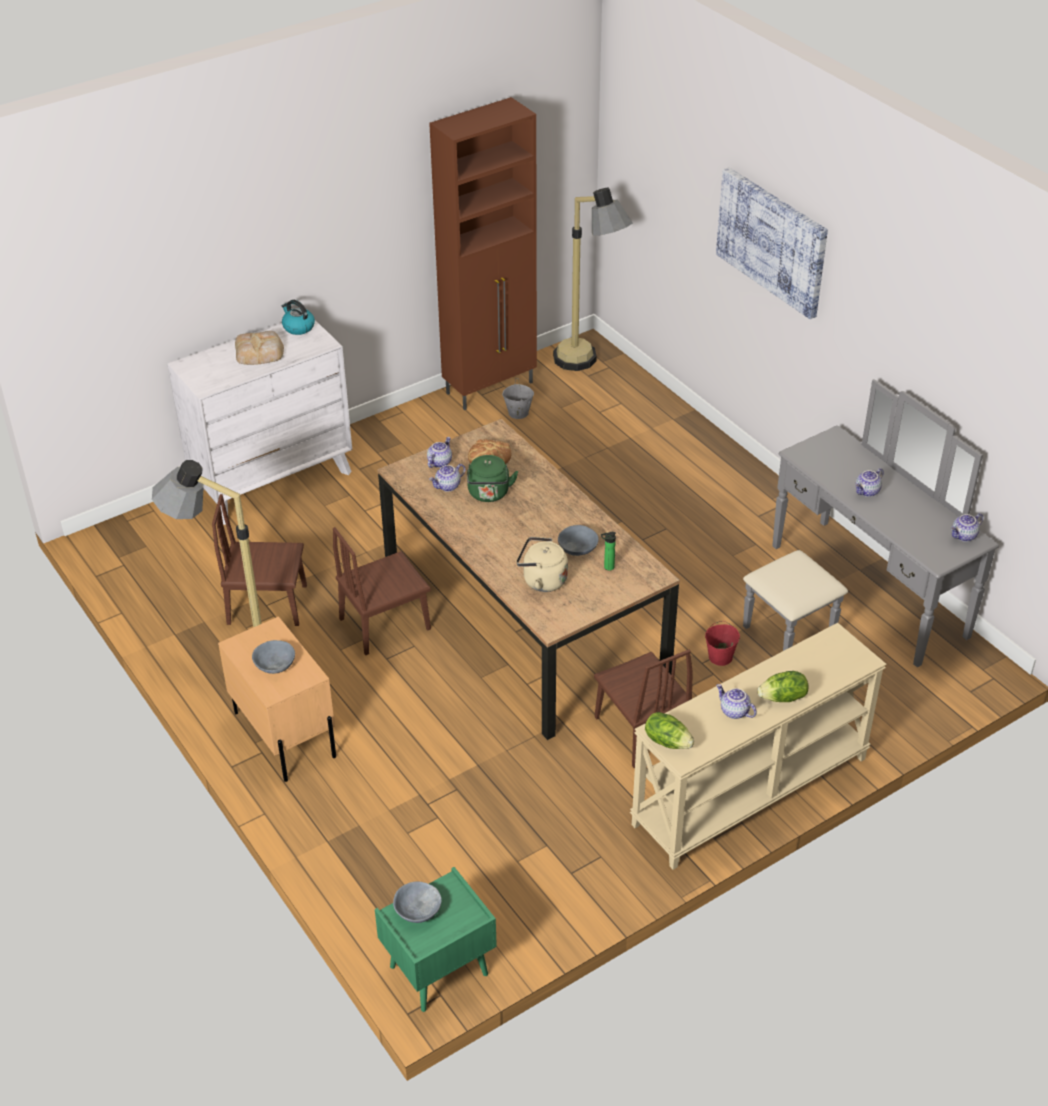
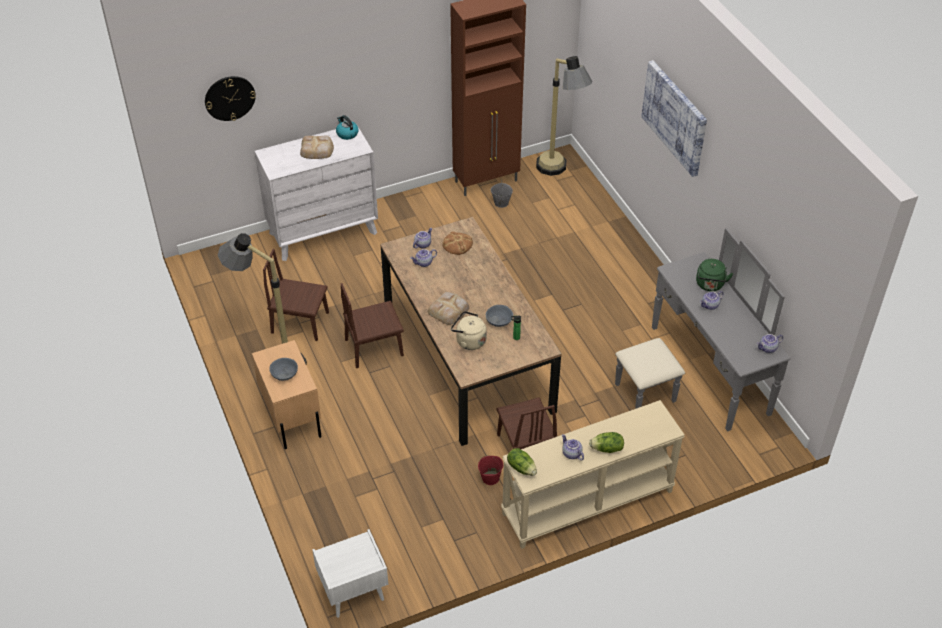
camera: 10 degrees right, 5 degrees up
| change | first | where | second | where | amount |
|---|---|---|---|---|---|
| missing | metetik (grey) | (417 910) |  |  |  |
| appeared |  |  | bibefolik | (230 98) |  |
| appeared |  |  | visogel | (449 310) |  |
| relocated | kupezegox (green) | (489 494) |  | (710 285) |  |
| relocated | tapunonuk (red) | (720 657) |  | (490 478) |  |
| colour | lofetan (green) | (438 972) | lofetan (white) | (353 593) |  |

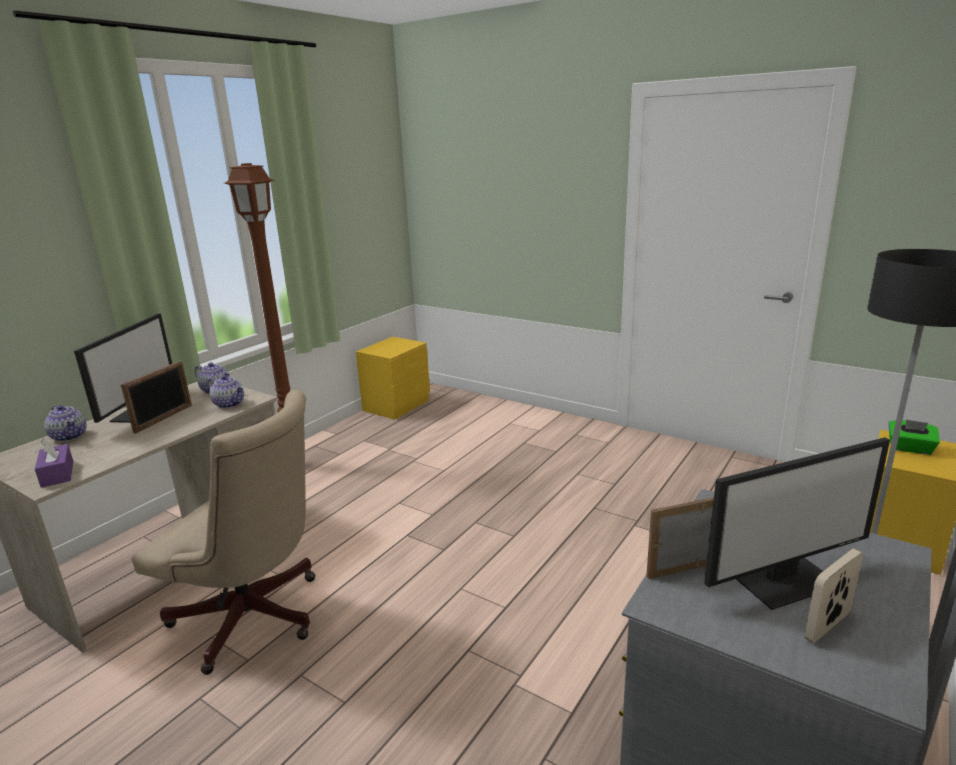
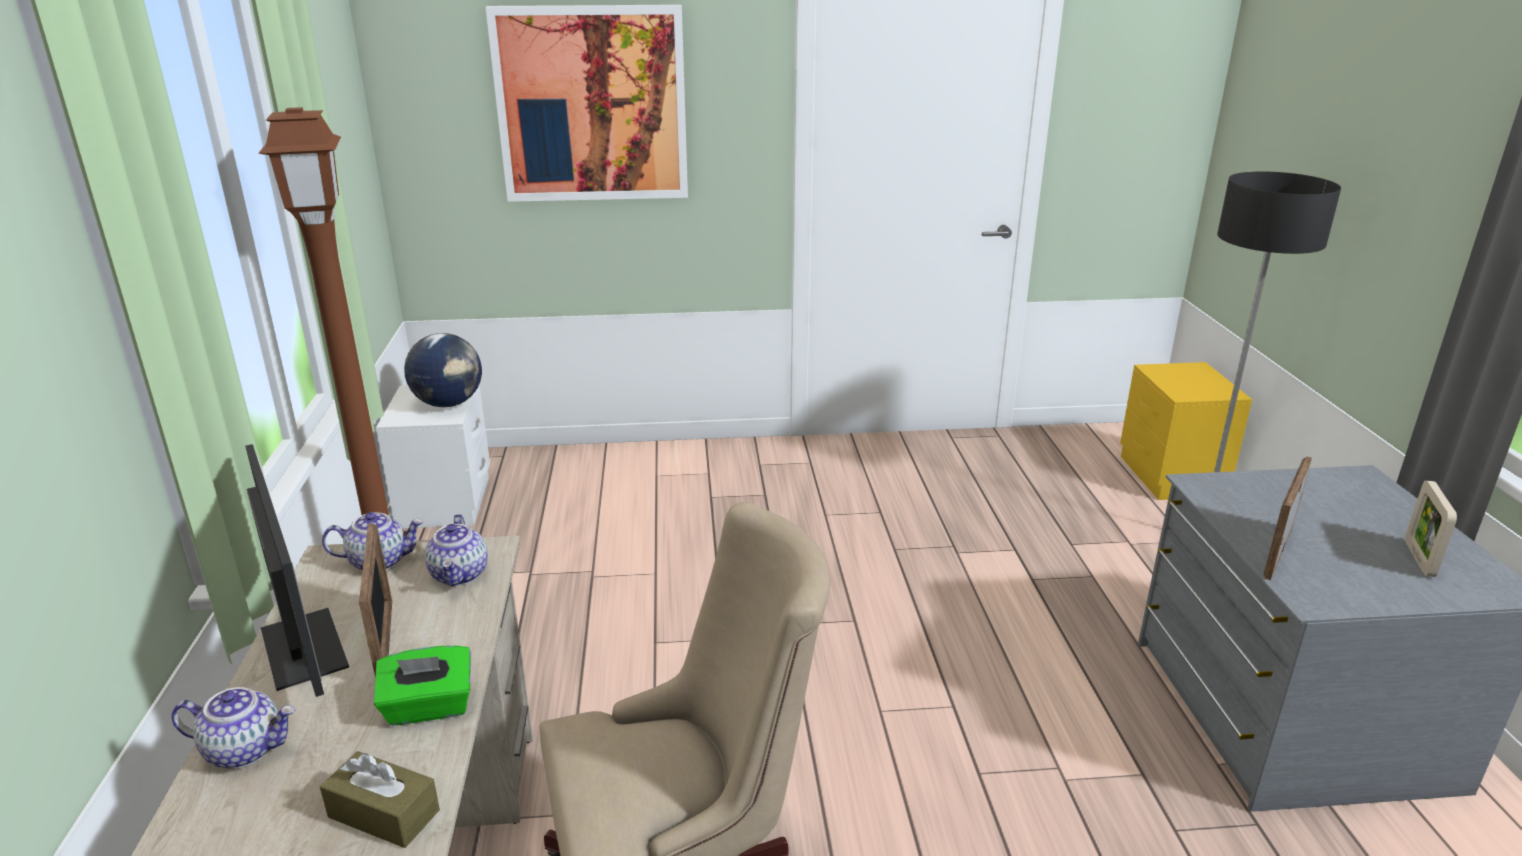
camera: 40 degrees left, 5 degrees up
| change | first | where | second | where | amount |
|---|---|---|---|---|---|
| missing | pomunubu | (785 579) |  |  |  |
| appeared |  |  | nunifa | (449 404) |  |
| appeared |  |  | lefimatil | (592 105) |  |
| relocated | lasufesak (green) | (910 448) |  | (429 707) |  |
| colour | lasufesak (purple) | (57 474) | lasufesak (brown) | (384 813) |  |
| colour | lofetan (yellow) | (396 406) | lofetan (white) | (445 502) |  |
| spun | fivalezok | (229 404) |  | (460 575) | 90 degrees clockwise |

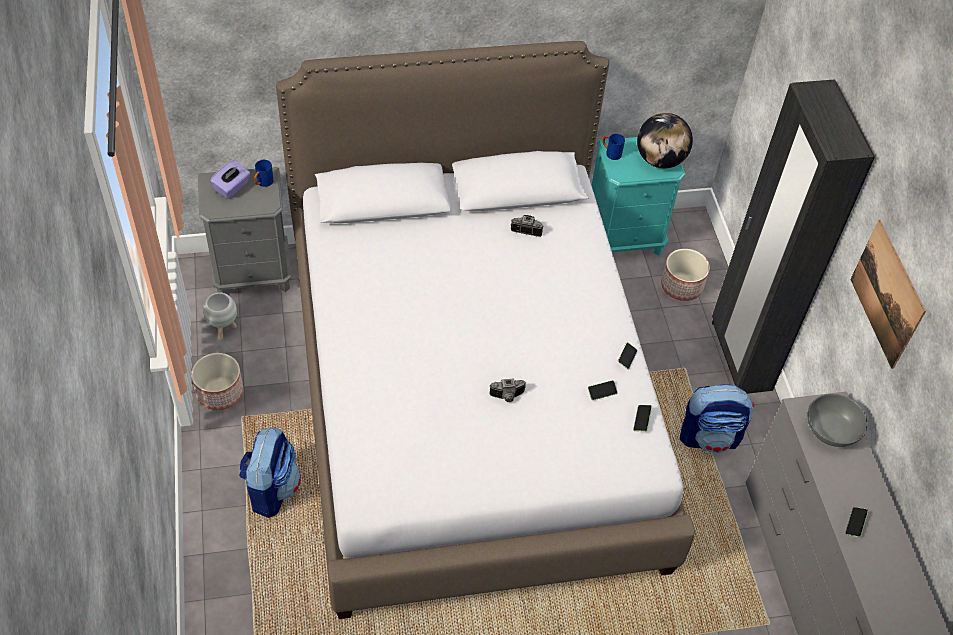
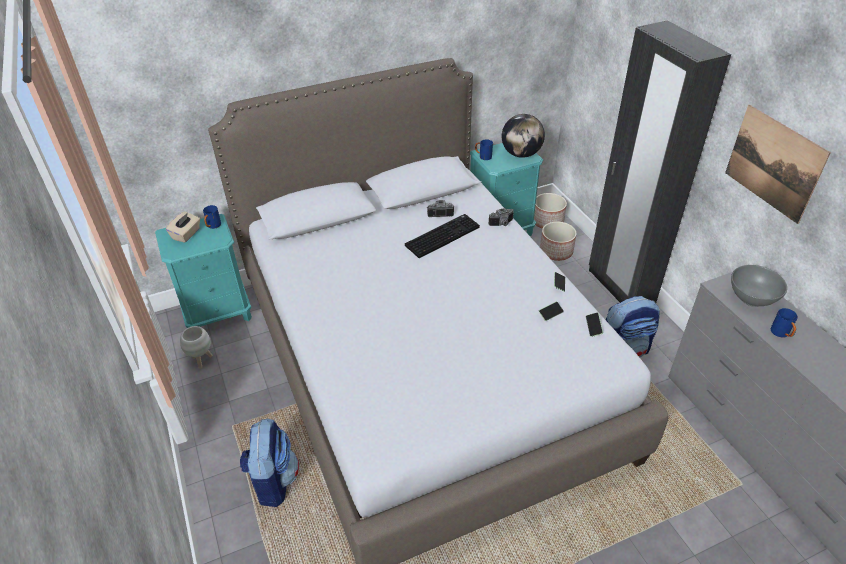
camera: 10 degrees left, 10 degrees down
| change | first | where | second | where | amount |
|---|---|---|---|---|---|
| missing | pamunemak | (855 524) |  |  |  |
| appeared |  |  | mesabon | (442 235) |  |
| appeared |  |  | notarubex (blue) | (781 334) |  |
| relocated | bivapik | (220 392) |  | (548 221) |  |
| relocated | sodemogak | (507 397) |  | (502 224) |  |
| colour | lofetan (grey) | (253 274) | lofetan (turquoise) | (218 313) |  |
| colour | lasufesak (purple) | (232 188) | lasufesak (beige) | (186 234) |  |

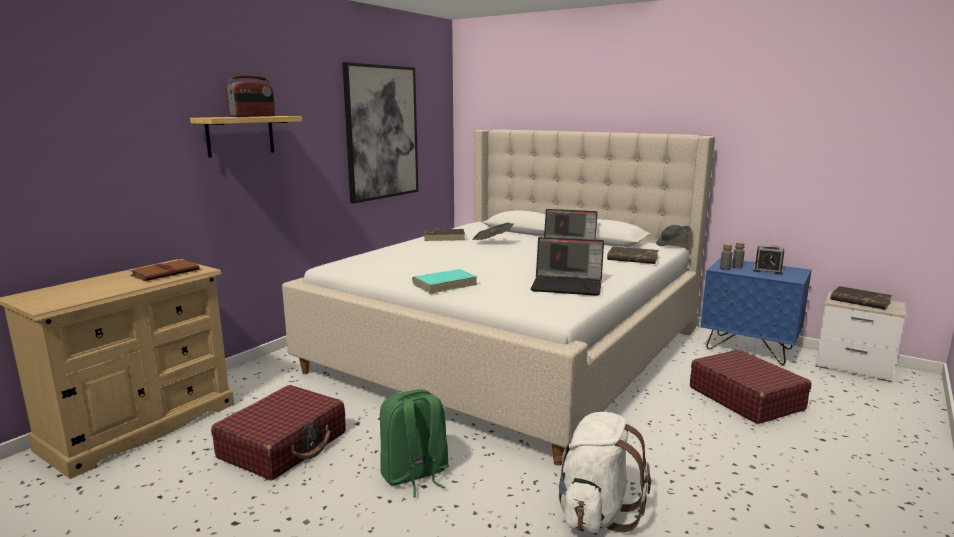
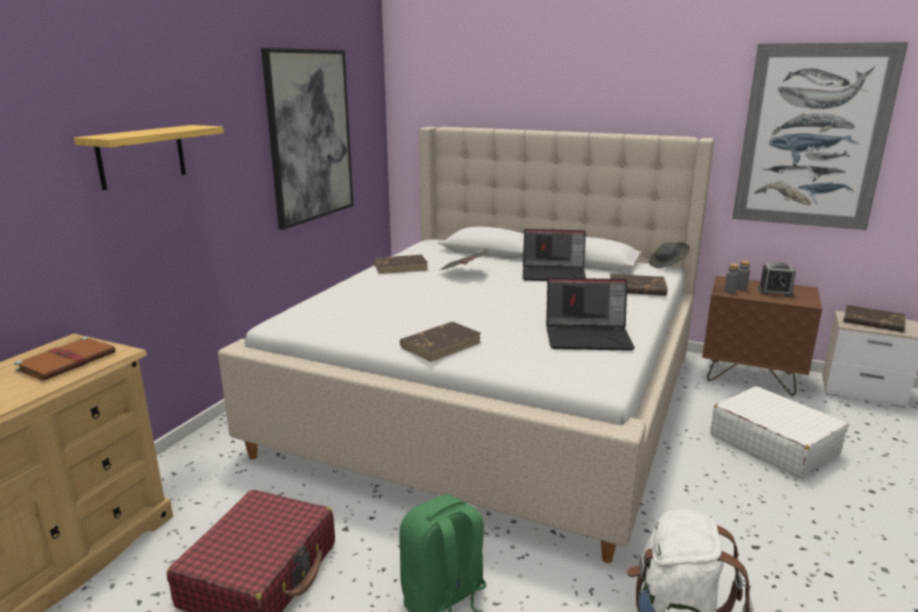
camera: 10 degrees left, 5 degrees up
| change | first | where | second | where | amount |
|---|---|---|---|---|---|
| missing | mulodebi | (253 116) |  |  |  |
| appeared |  |  | lefimatil | (812 137) |  |
| colour | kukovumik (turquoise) | (445 284) | kukovumik (brown) | (441 344) |  |
| colour | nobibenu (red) | (745 398) | nobibenu (white) | (773 444) |  |
| colour | lofetan (blue) | (749 349) | lofetan (brown) | (751 377) |  |

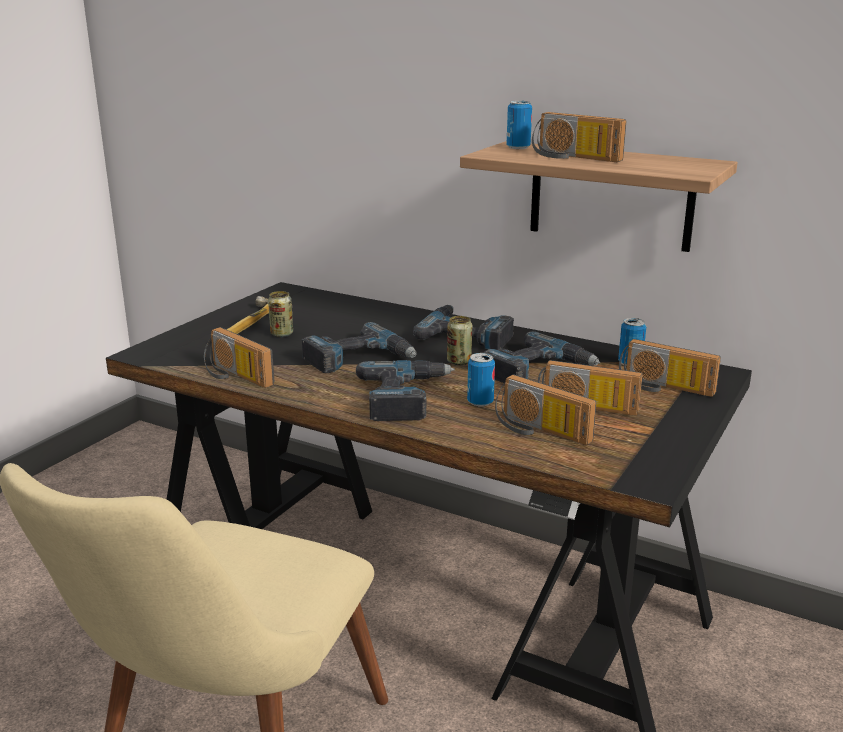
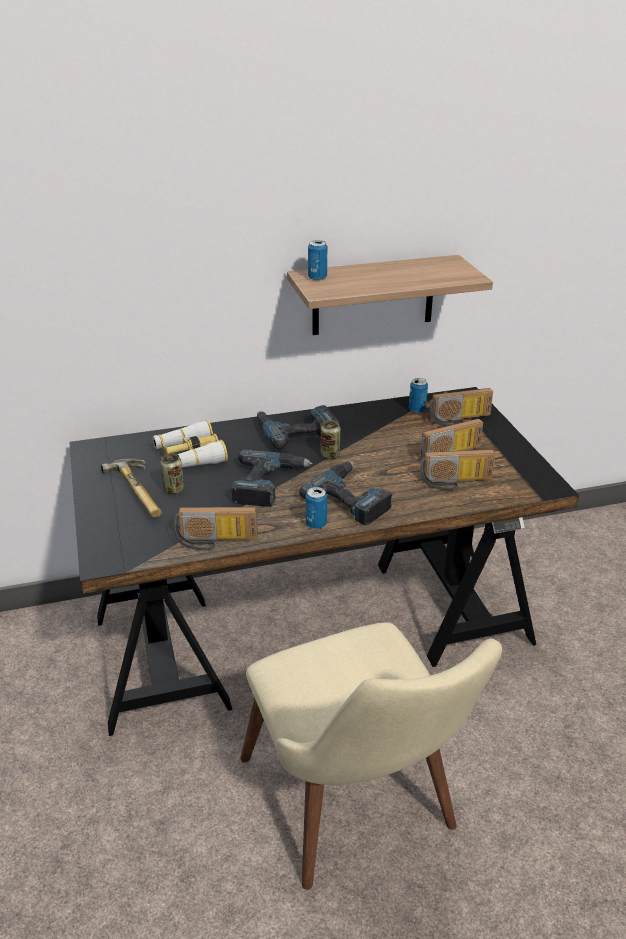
camera: 45 degrees left, 10 degrees up
| change | first | where | second | where | amount |
|---|---|---|---|---|---|
| missing | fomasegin | (537 370) |  |  |  |
| missing | mulodebi | (573 157) |  |  |  |
| appeared |  |  | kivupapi | (190 455) |  |
| relocated | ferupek | (480 402) |  | (316 524) |  |

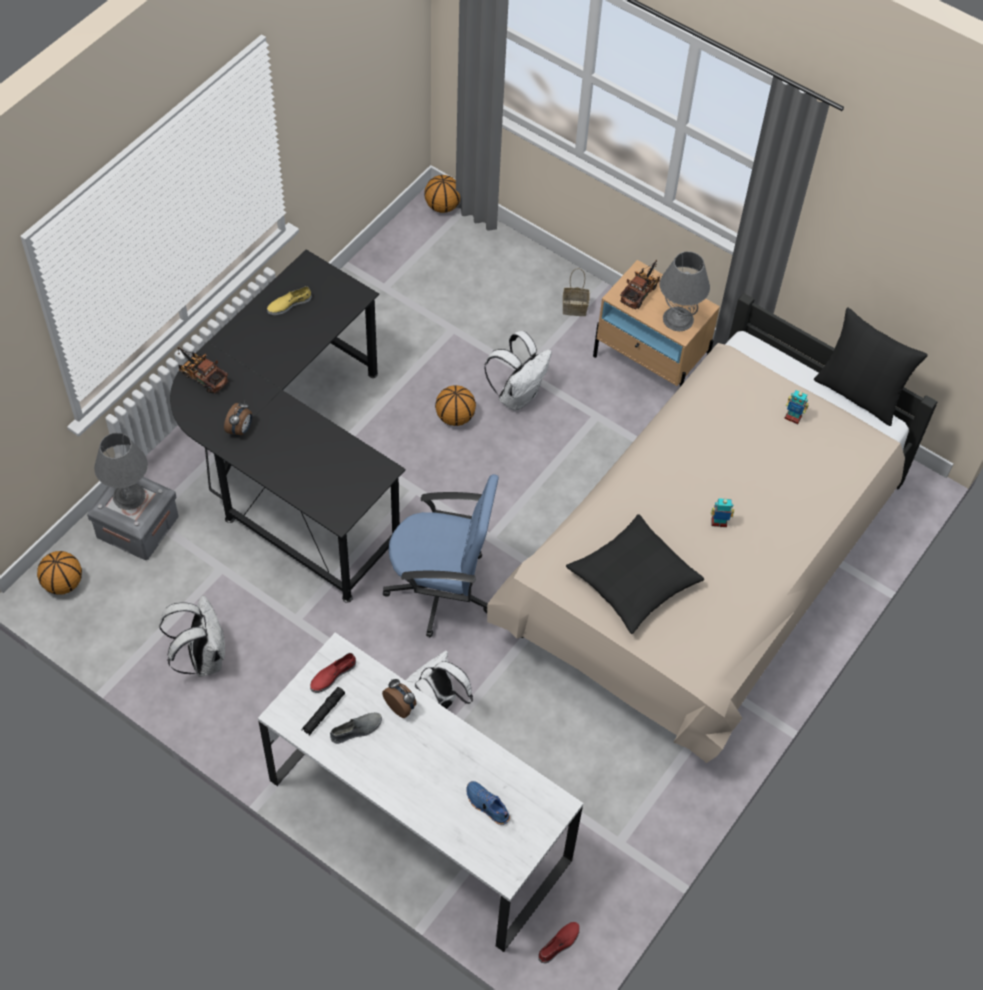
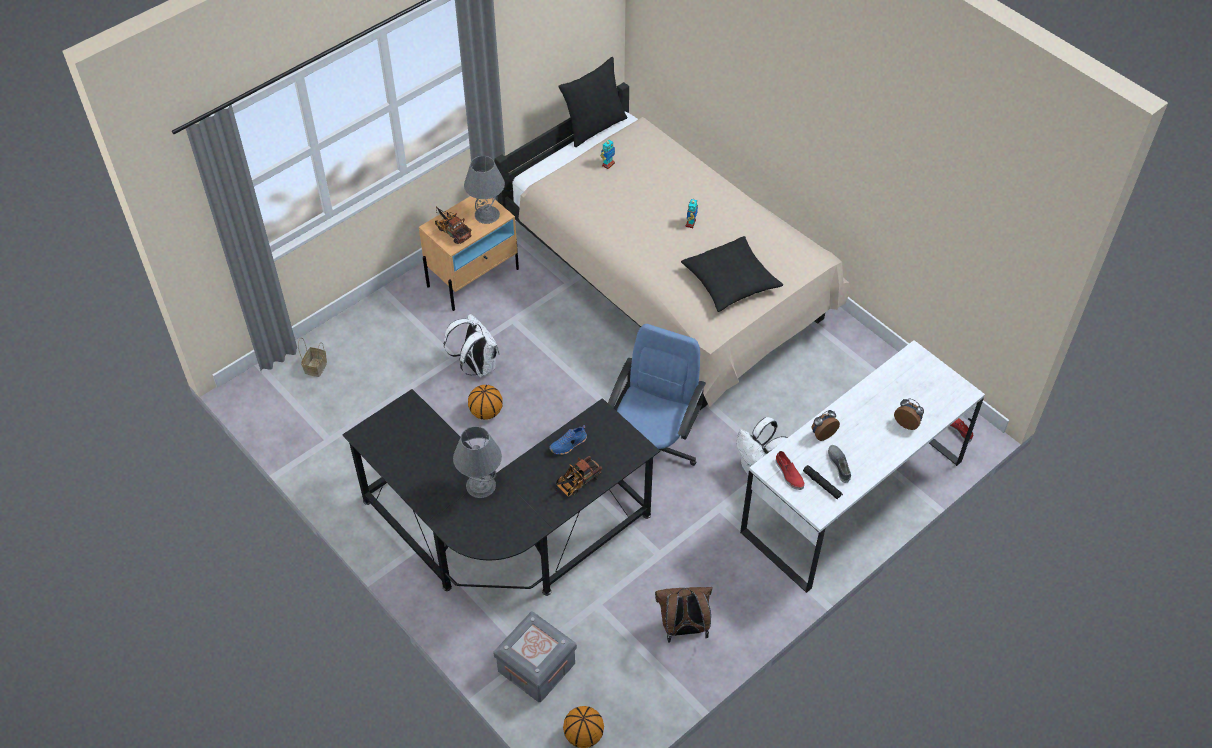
camera: 75 degrees left, 5 degrees down
| change | first | where | second | where | amount |
|---|---|---|---|---|---|
| missing | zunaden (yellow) | (289 304) |  |  |  |
| missing | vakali | (443 206) |  |  |  |
| relocated | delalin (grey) | (128 495) |  | (480 485) |  |
| relocated | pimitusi | (201 375) |  | (576 483) |  |
| relocated | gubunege | (240 429) |  | (907 423) |  |
| relocated | zunaden (blue) | (486 806) |  | (568 445) |  |
| relocated | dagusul | (573 308) |  | (316 368) |  |
| colour | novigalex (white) | (202 657) | novigalex (brown) | (683 629) |  |

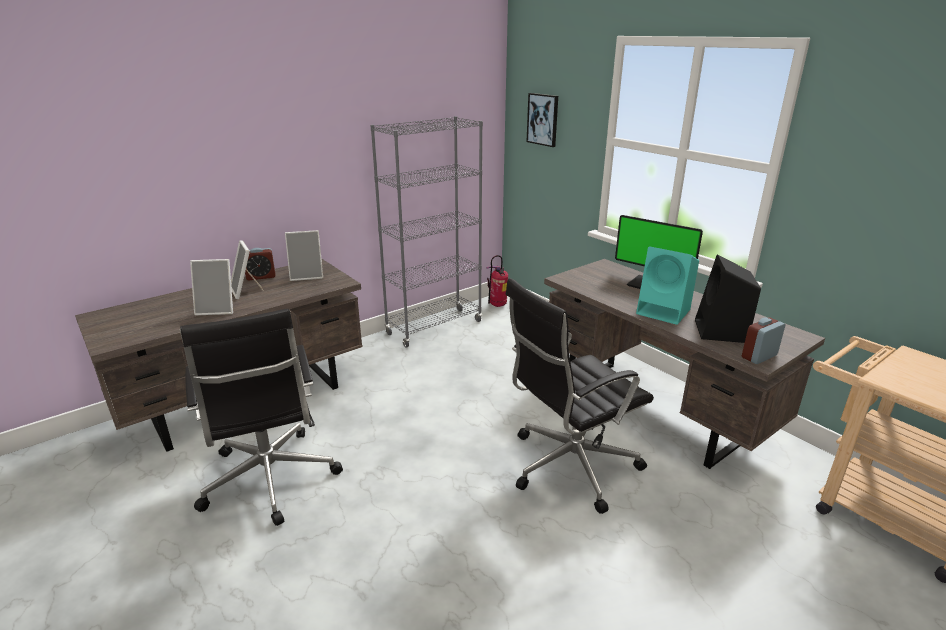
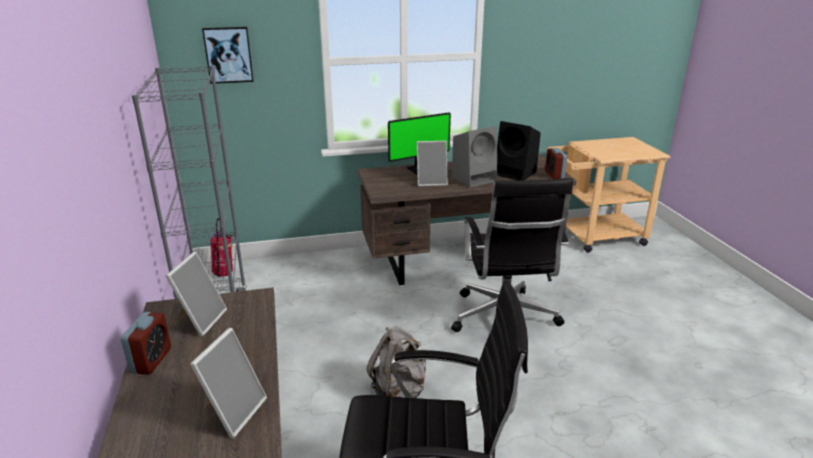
camera: 65 degrees left, 0 degrees up
| change | first | where | second | where | amount |
|---|---|---|---|---|---|
| appeared |  |  | novigalex (grey) | (399 391) |  |
| relocated | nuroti | (246 291) |  | (431 182) |  |
| colour | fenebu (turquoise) | (665 312) | fenebu (grey) | (475 178) |  |

